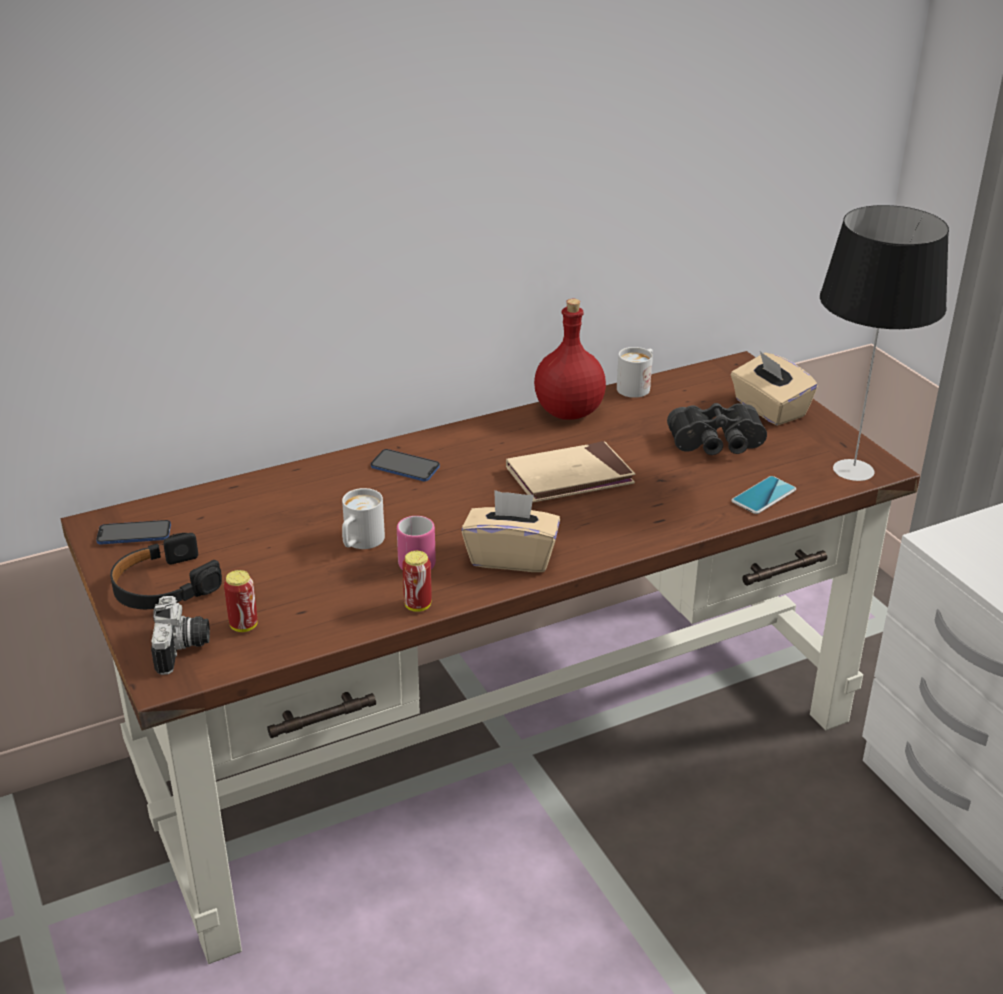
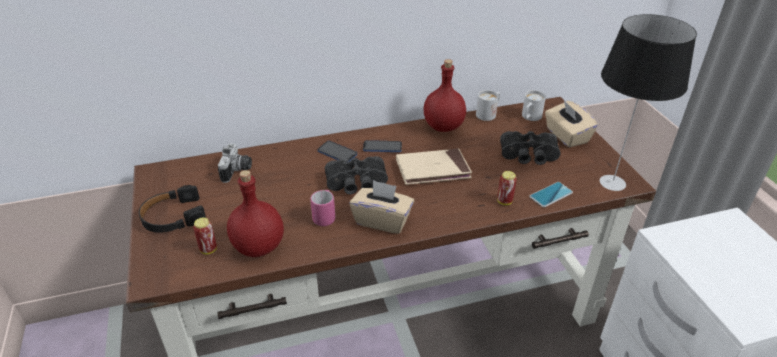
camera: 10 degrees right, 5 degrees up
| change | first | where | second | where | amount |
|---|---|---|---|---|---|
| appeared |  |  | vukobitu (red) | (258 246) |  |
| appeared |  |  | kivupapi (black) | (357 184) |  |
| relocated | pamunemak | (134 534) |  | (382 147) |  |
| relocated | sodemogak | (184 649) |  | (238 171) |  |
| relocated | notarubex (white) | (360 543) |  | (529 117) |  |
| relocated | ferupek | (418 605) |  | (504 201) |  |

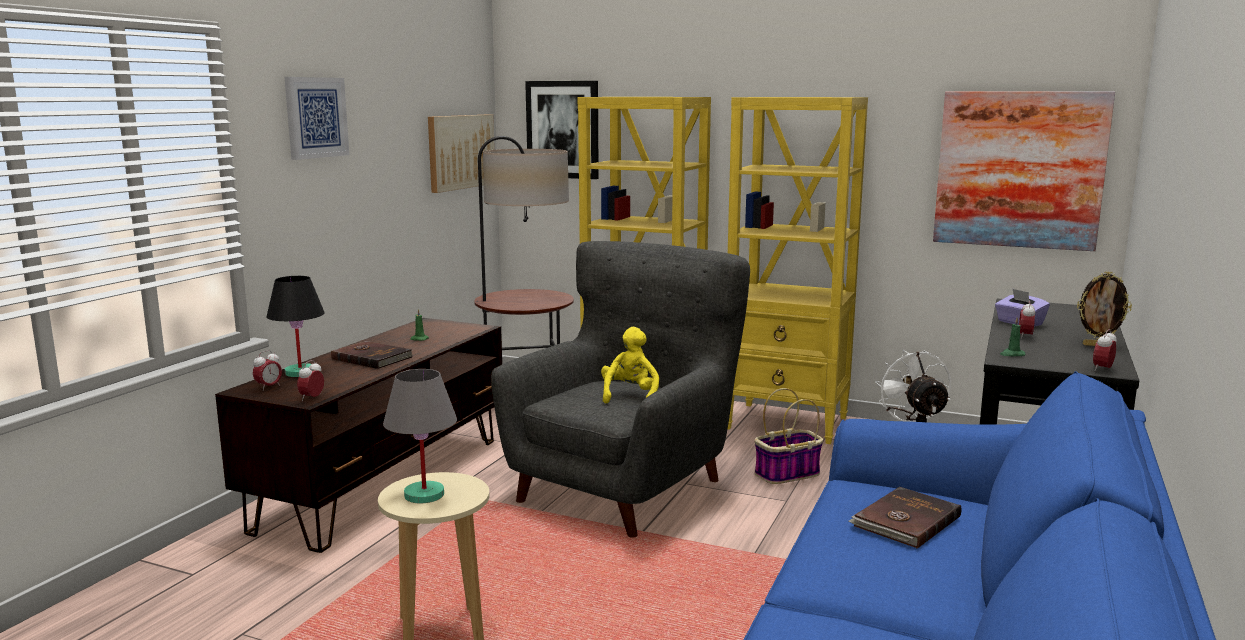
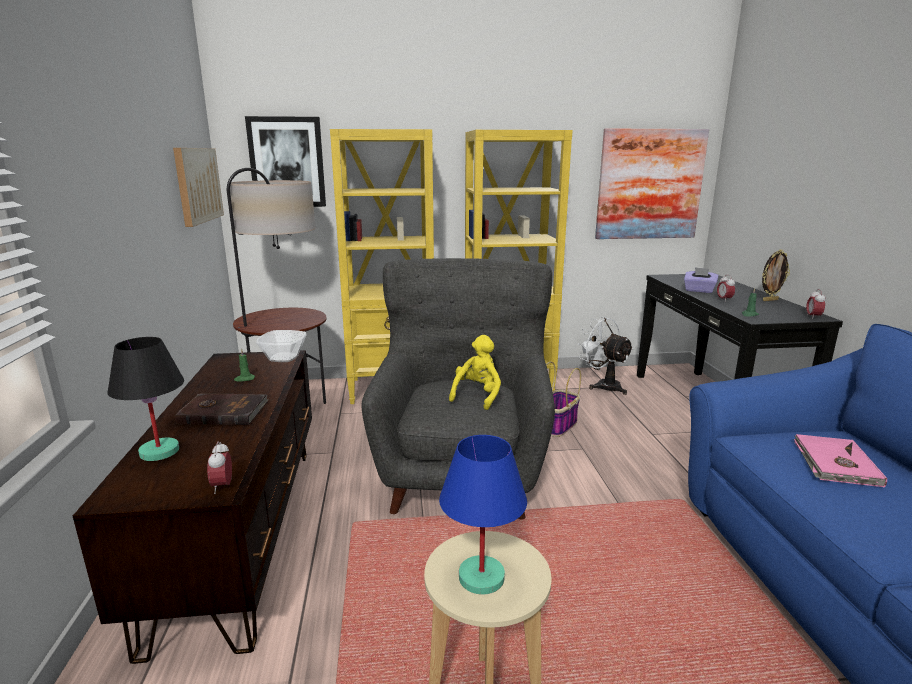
camera: 30 degrees left, 5 degrees up
| change | first | where | second | where | amount |
|---|---|---|---|---|---|
| missing | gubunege | (269 387) |  |  |  |
| missing | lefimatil | (316 117) |  |  |  |
| appeared |  |  | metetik | (283 358) |  |
| colour | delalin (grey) | (424 495) | delalin (blue) | (482 578) |  |
| colour | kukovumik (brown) | (905 521) | kukovumik (pink) | (834 463) |  |
| spun | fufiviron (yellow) | (630 396) |  | (477 396) | 45 degrees clockwise |

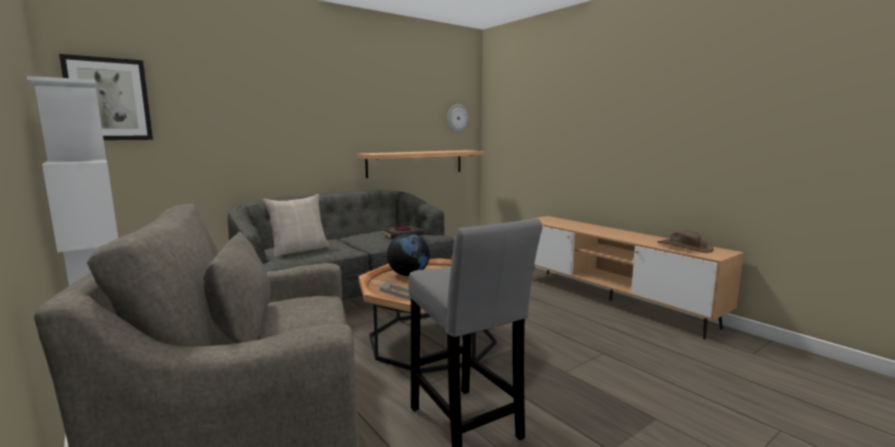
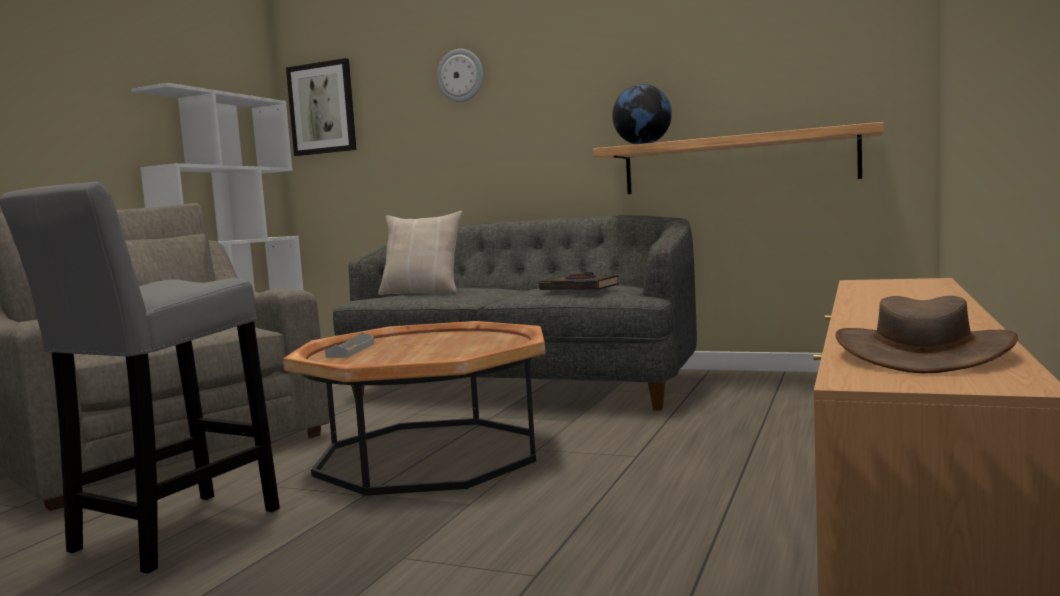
camera: 60 degrees right, 5 degrees down
| change | first | where | second | where | amount |
|---|---|---|---|---|---|
| relocated | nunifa | (408 275) |  | (643 144) |  |
| relocated | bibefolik | (457 118) |  | (460 75) |  |

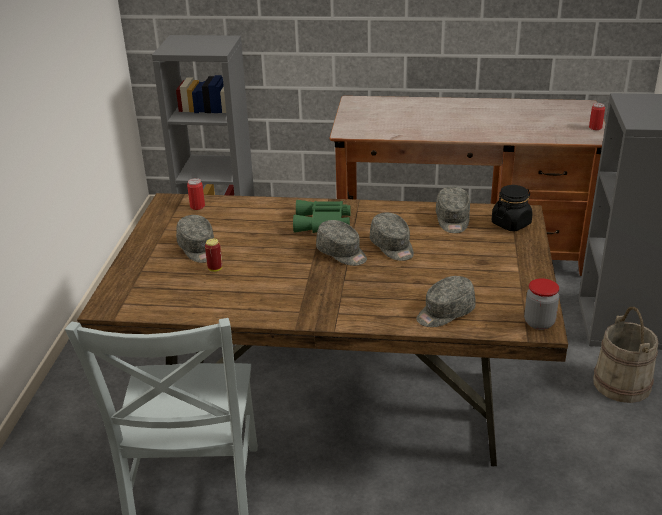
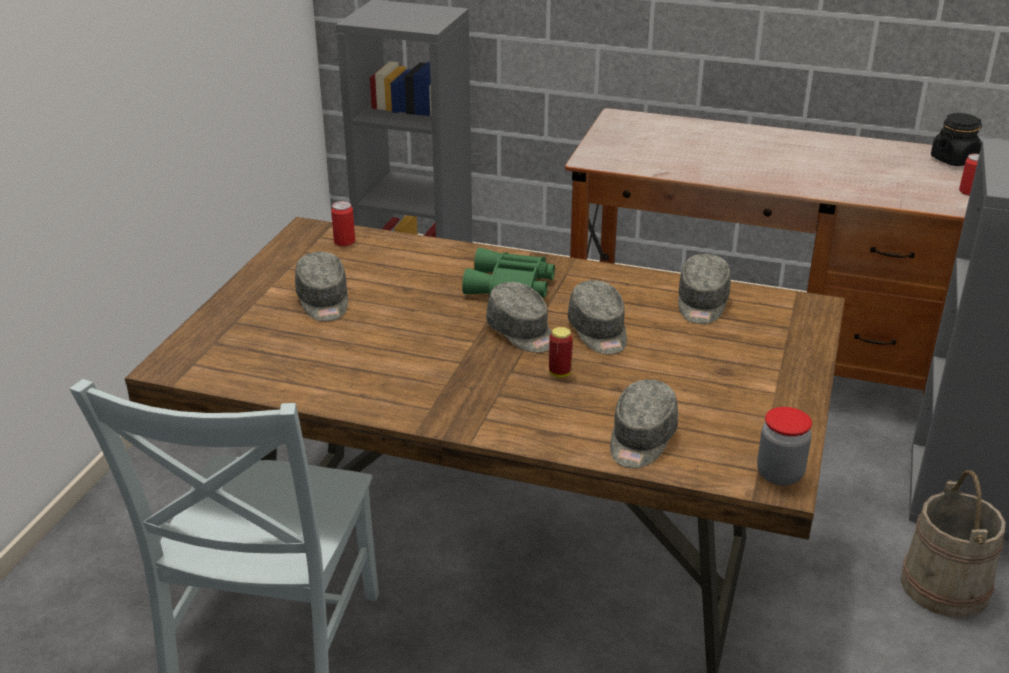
camera: 10 degrees right, 0 degrees up
| change | first | where | second | where | amount |
|---|---|---|---|---|---|
| relocated | ferupek | (215 269) |  | (560 373) |  |
| relocated | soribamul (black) | (511 223) |  | (954 160) |  |
| spun | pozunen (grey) | (444 313) |  | (641 440) | 45 degrees counterclockwise |

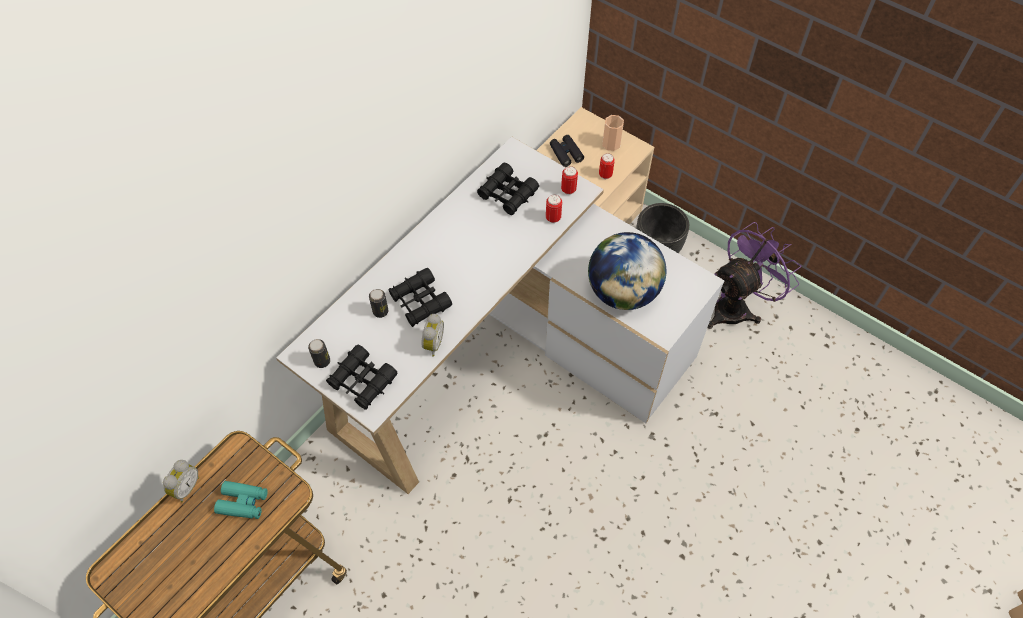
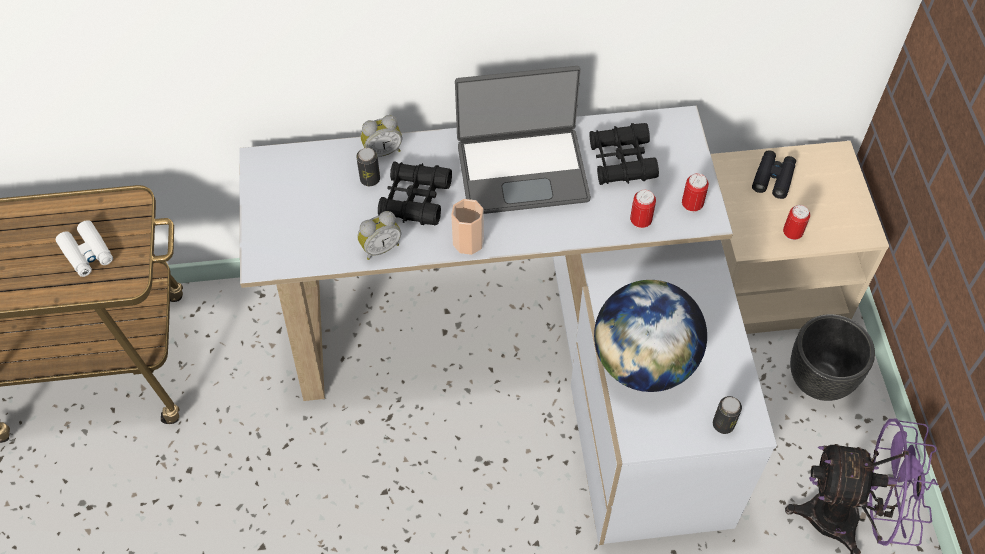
camera: 45 degrees right, 0 degrees up
| change | first | where | second | where | amount |
|---|---|---|---|---|---|
| missing | kivupapi (black) | (362 381) |  |  |  |
| appeared |  |  | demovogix | (522 170) |  |
| relocated | gubunege | (186 487) |  | (382 151) |  |
| relocated | ferupek | (322 361) |  | (723 424) |  |
| relocated | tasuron | (611 144) |  | (468 242) |  |
| colour | kivupapi (turquoise) | (243 502) | kivupapi (white) | (87 253) |  |

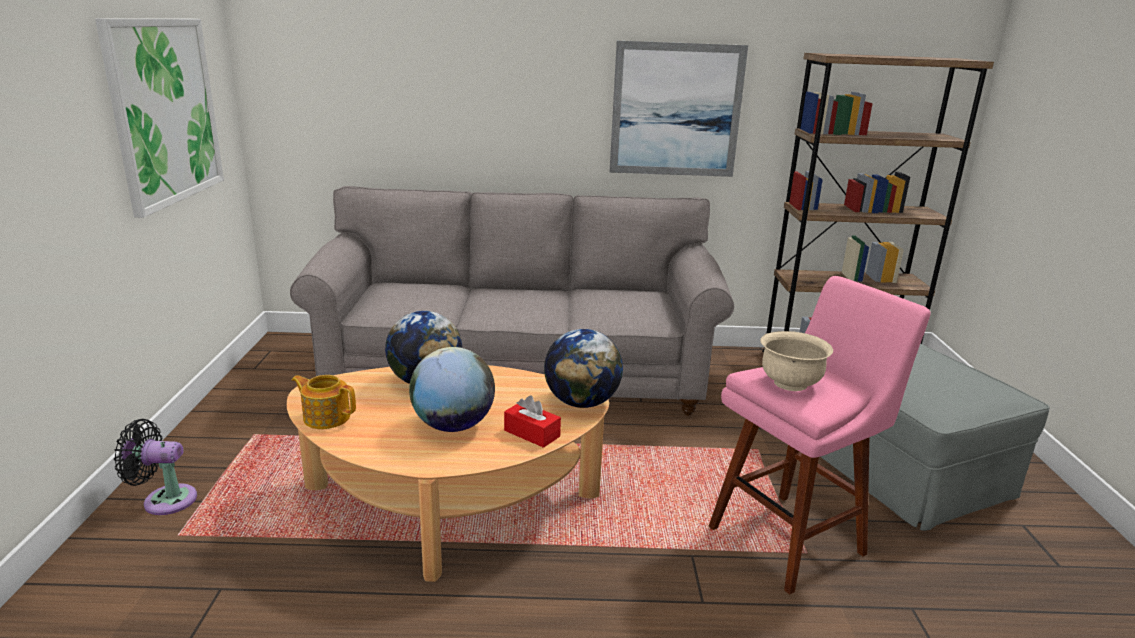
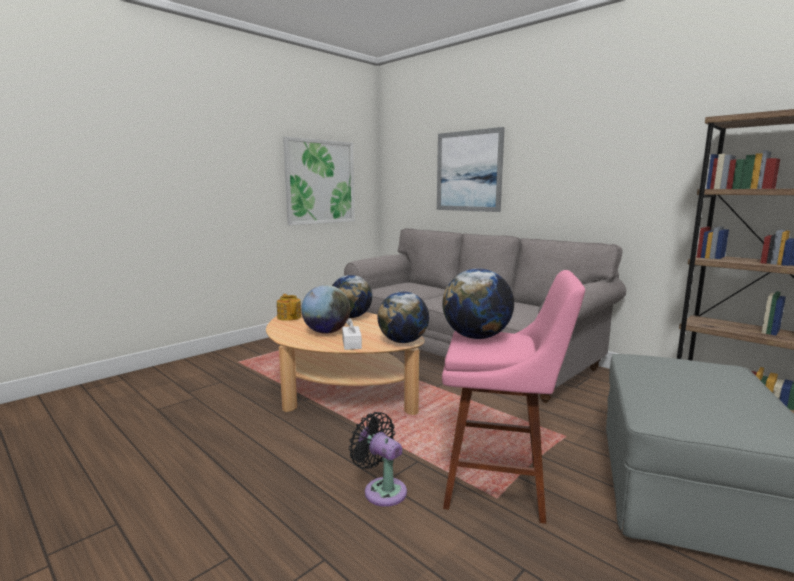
camera: 45 degrees right, 10 degrees down
| change | first | where | second | where | amount |
|---|---|---|---|---|---|
| relocated | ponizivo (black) | (165 500) |  | (382 490) |  |
| relocated | lefimatil | (676 110) |  | (468 171) |  |
| exchanged | metetik (beige) | (790 383) | nunifa | (476 337) |  |
| colour | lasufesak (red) | (532 433) | lasufesak (white) | (351 344) |  |

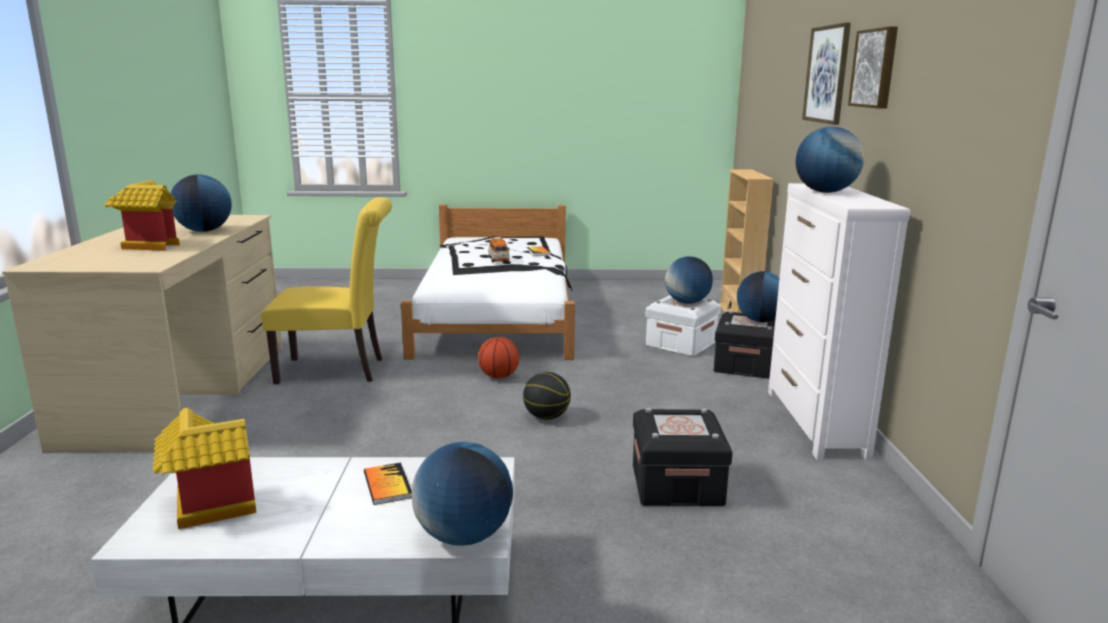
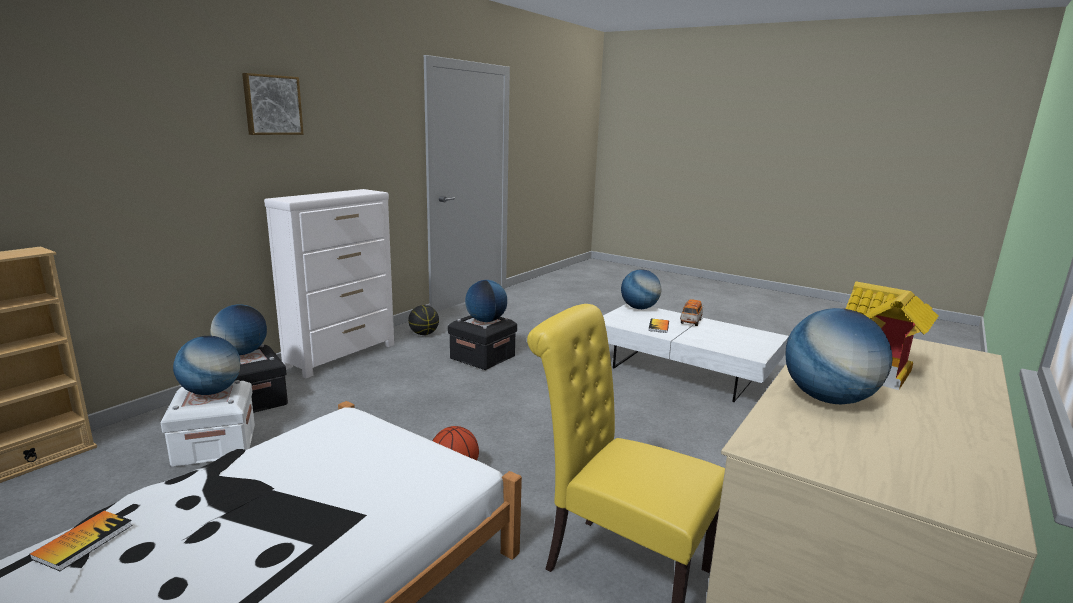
camera: 145 degrees left, 0 degrees up
| change | first | where | second | where | amount |
|---|---|---|---|---|---|
| missing | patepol | (205 508) |  |  |  |
| missing | lefimatil | (827 74) |  |  |  |
| relocated | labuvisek | (498 260) |  | (691 321) |  |
| relocated | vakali | (546 417) |  | (424 334) |  |
| relocated | nunifa | (825 192) |  | (486 321) |  |

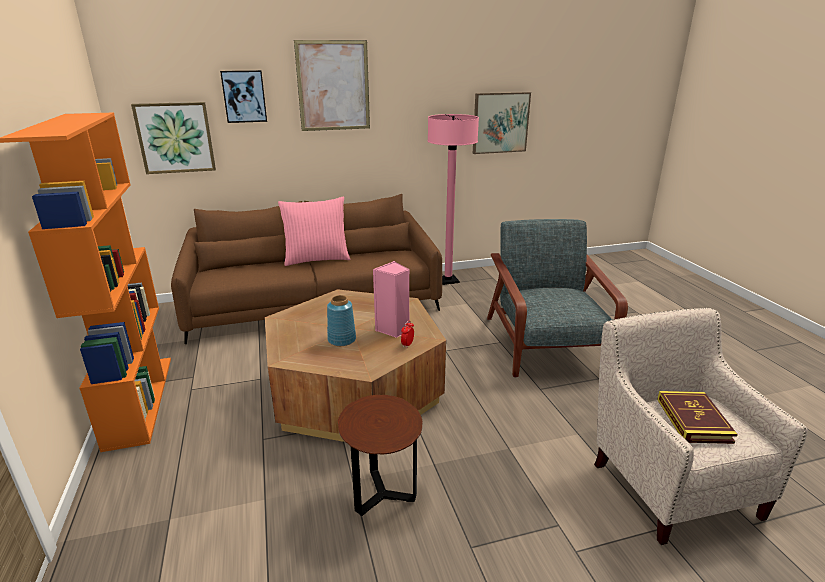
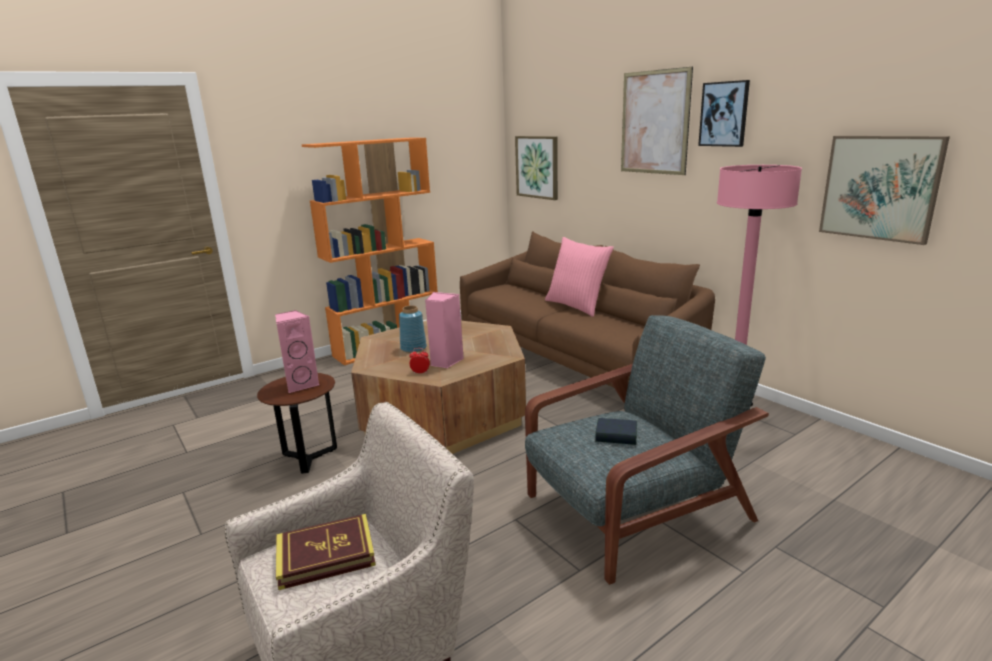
camera: 70 degrees right, 5 degrees down
| change | first | where | second | where | amount |
|---|---|---|---|---|---|
| appeared |  |  | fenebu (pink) | (301 384) |  |
| appeared |  |  | kukovumik | (616 436) |  |
| relocated | lefimatil | (244 96) |  | (724 114) |  |

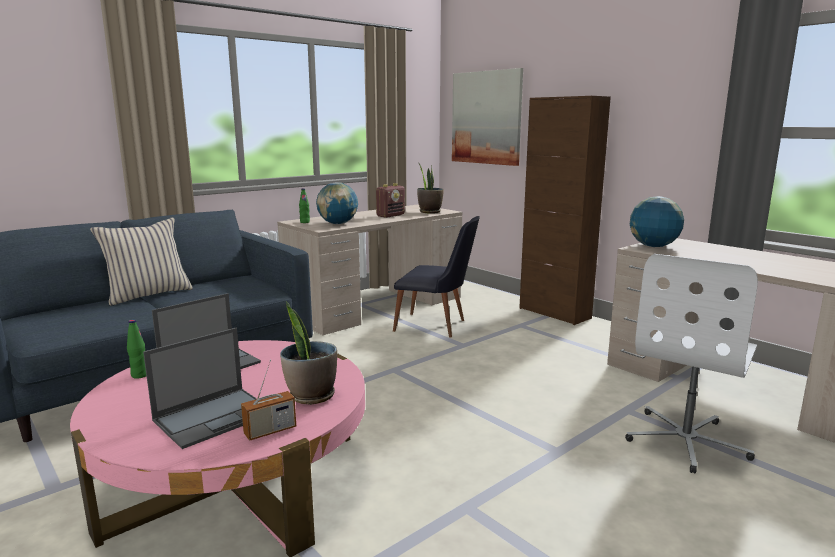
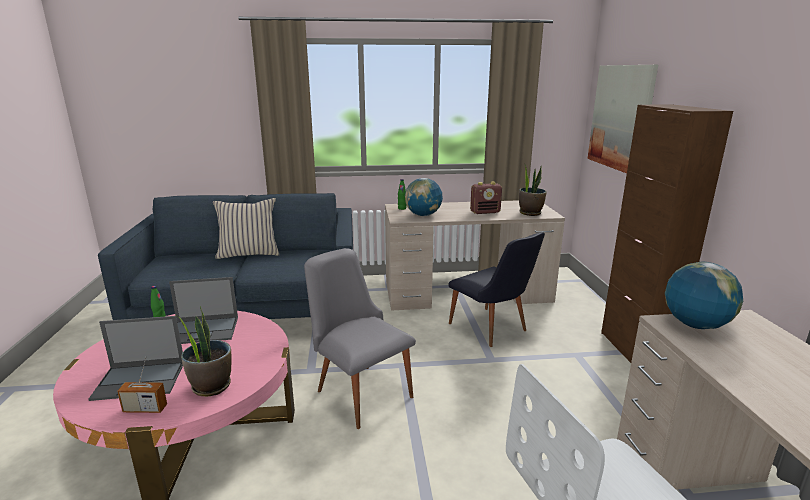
camera: 35 degrees right, 5 degrees up
| change | first | where | second | where | amount |
|---|---|---|---|---|---|
| appeared |  |  | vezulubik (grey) | (359 389) |  |

